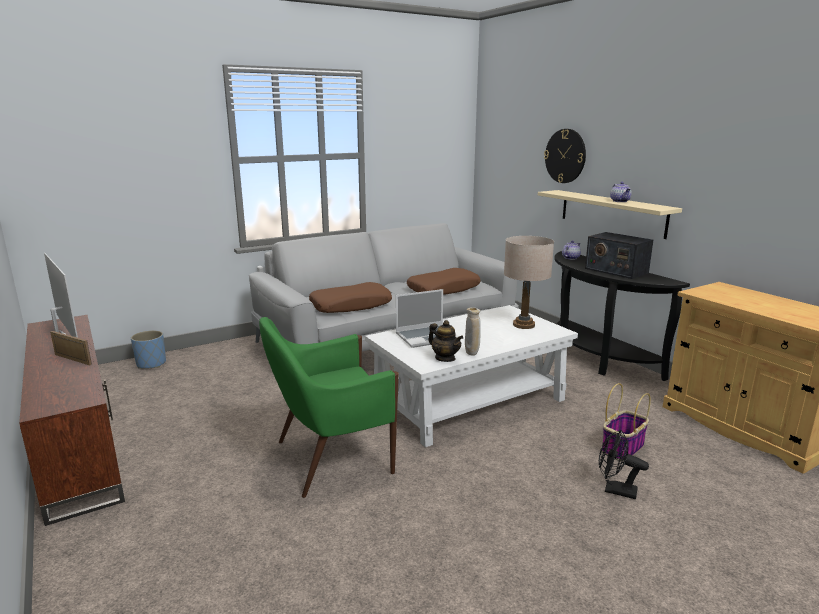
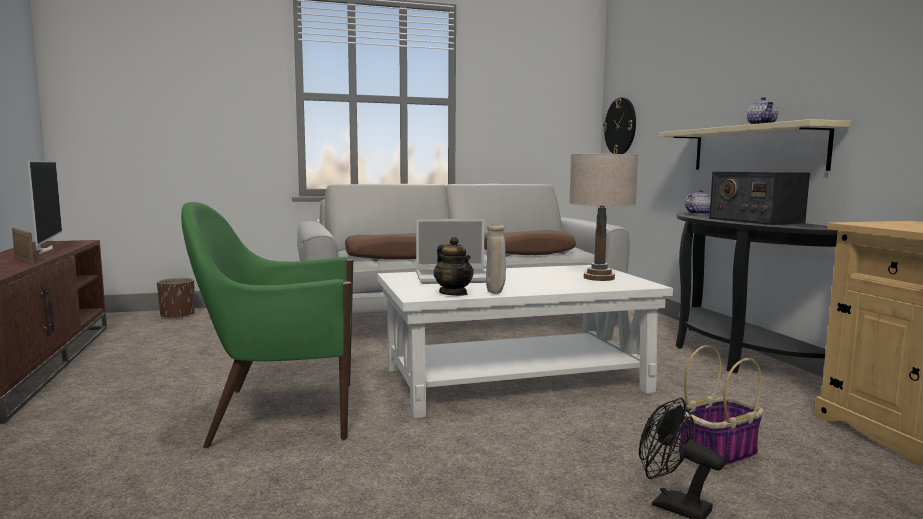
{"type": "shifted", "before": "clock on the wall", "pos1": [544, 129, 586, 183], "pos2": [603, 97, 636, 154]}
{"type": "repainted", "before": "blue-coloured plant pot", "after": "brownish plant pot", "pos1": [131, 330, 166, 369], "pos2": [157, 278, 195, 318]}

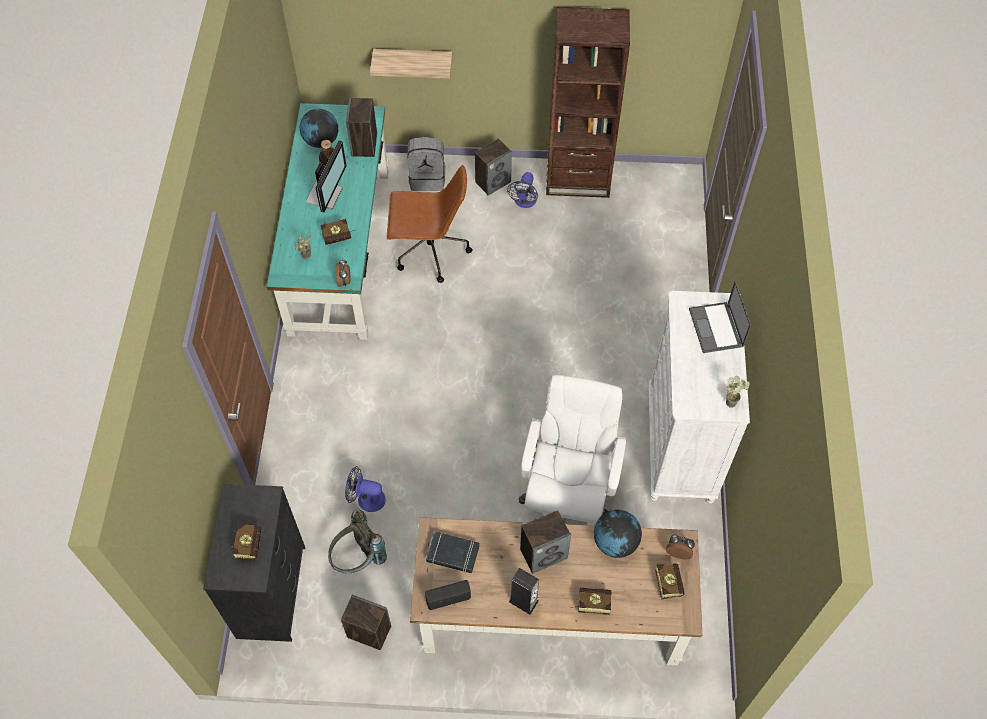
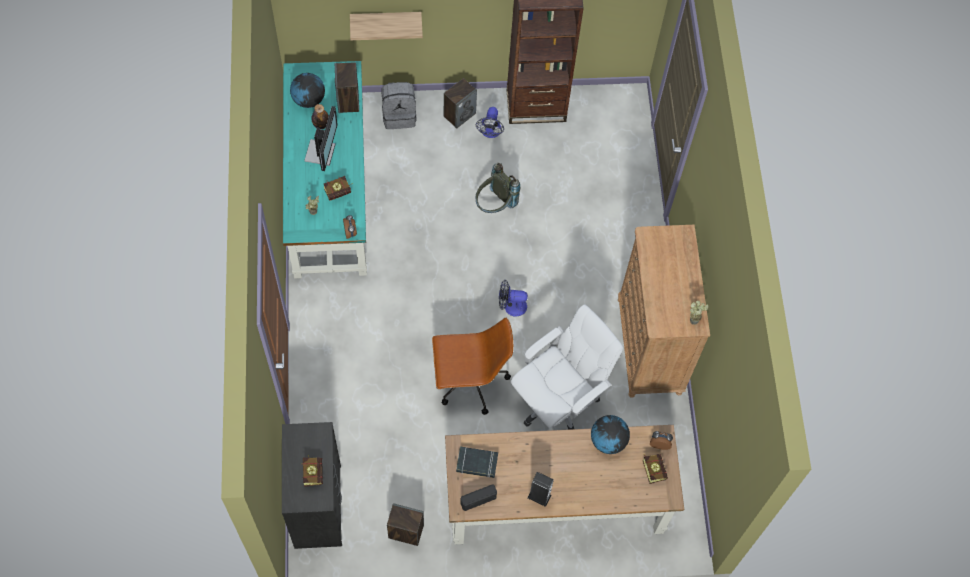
{"type": "shifted", "before": "brownish desk chair", "pos1": [387, 165, 472, 283], "pos2": [432, 318, 513, 415]}
{"type": "gone", "before": "laptop", "pos1": [689, 281, 751, 353]}
{"type": "repainted", "before": "white chest of drawers", "after": "brownish chest of drawers", "pos1": [648, 291, 750, 503], "pos2": [618, 225, 710, 398]}
{"type": "rotated", "before": "white desk chair", "pos1": [519, 375, 627, 523], "pos2": [511, 304, 623, 430], "turn": 45}
{"type": "shifted", "before": "cooling fan", "pos1": [345, 466, 386, 512], "pos2": [499, 280, 528, 316]}
{"type": "shifted", "before": "grey backpack", "pos1": [328, 509, 387, 573], "pos2": [475, 163, 520, 213]}
{"type": "gone", "before": "speaker", "pos1": [520, 510, 571, 574]}
{"type": "gone", "before": "book", "pos1": [570, 588, 612, 615]}

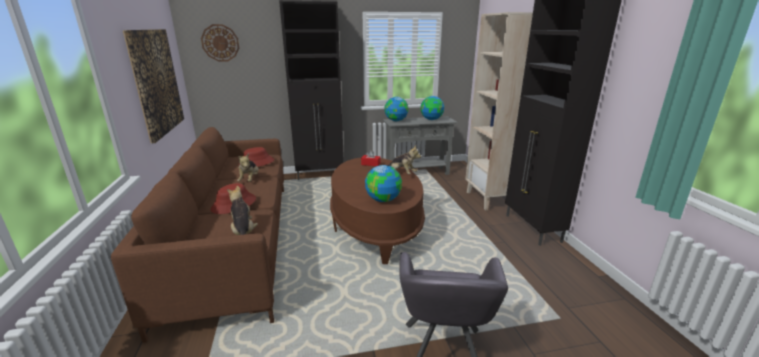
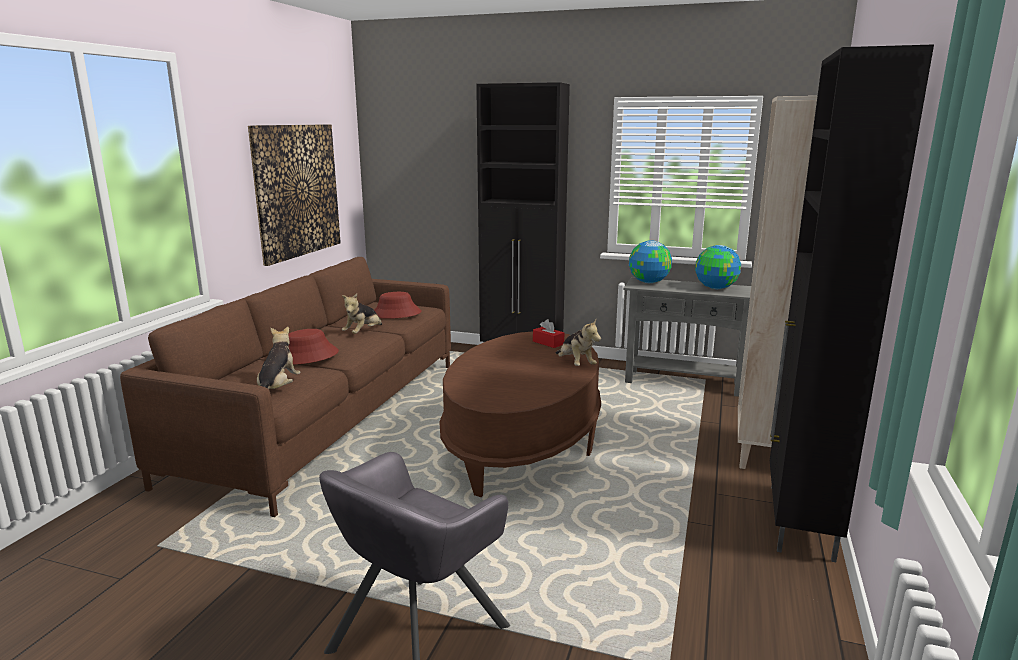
{"type": "gone", "before": "clock on the wall", "pos1": [201, 24, 239, 62]}
{"type": "gone", "before": "world globe", "pos1": [365, 165, 402, 202]}

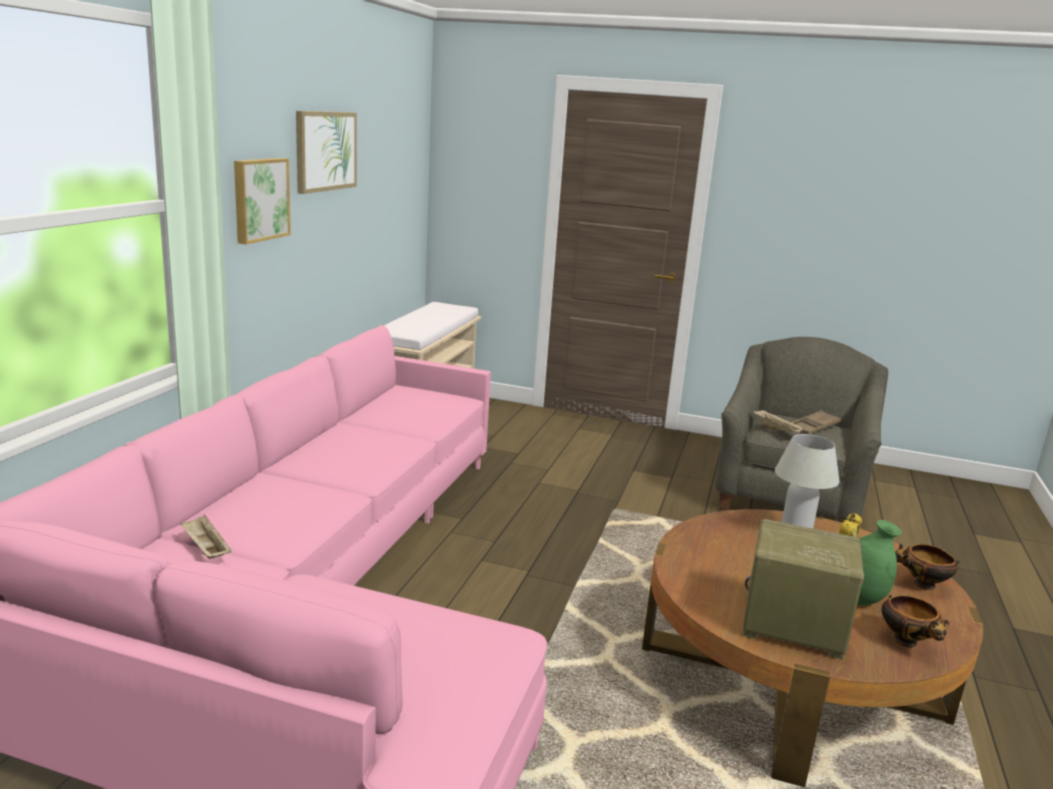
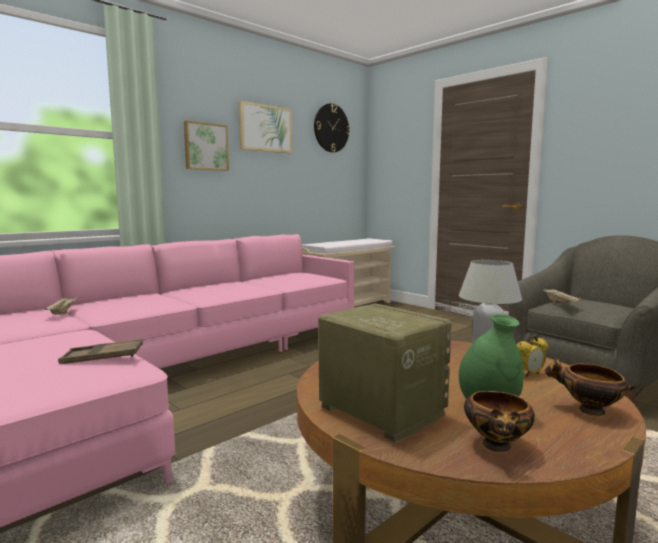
{"type": "shifted", "before": "brownish carrying tray", "pos1": [791, 410, 841, 434], "pos2": [58, 339, 143, 364]}
{"type": "new", "after": "clock on the wall", "pos2": [314, 103, 350, 152]}

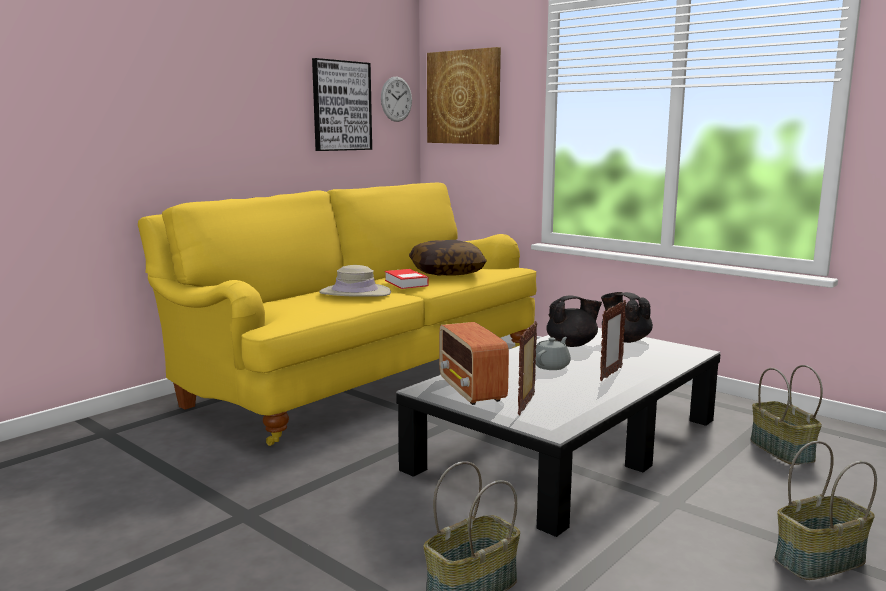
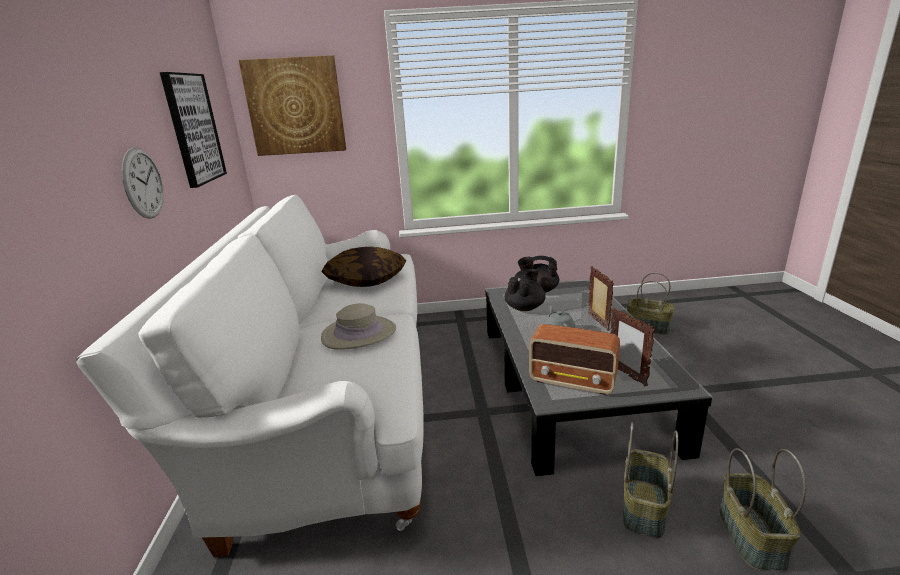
{"type": "shifted", "before": "clock on the wall", "pos1": [381, 77, 412, 122], "pos2": [122, 148, 164, 219]}
{"type": "repainted", "before": "yellow settee", "after": "white settee", "pos1": [138, 182, 537, 446], "pos2": [76, 195, 424, 557]}
{"type": "gone", "before": "book", "pos1": [385, 269, 428, 289]}
{"type": "shifted", "before": "basket", "pos1": [774, 441, 877, 580], "pos2": [623, 422, 678, 539]}

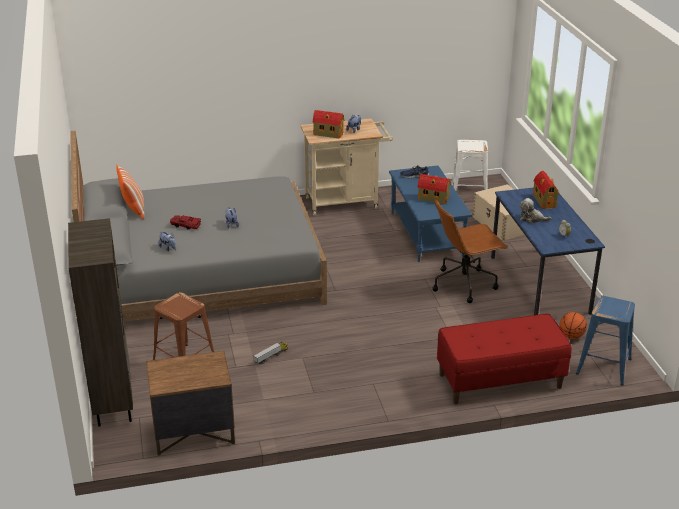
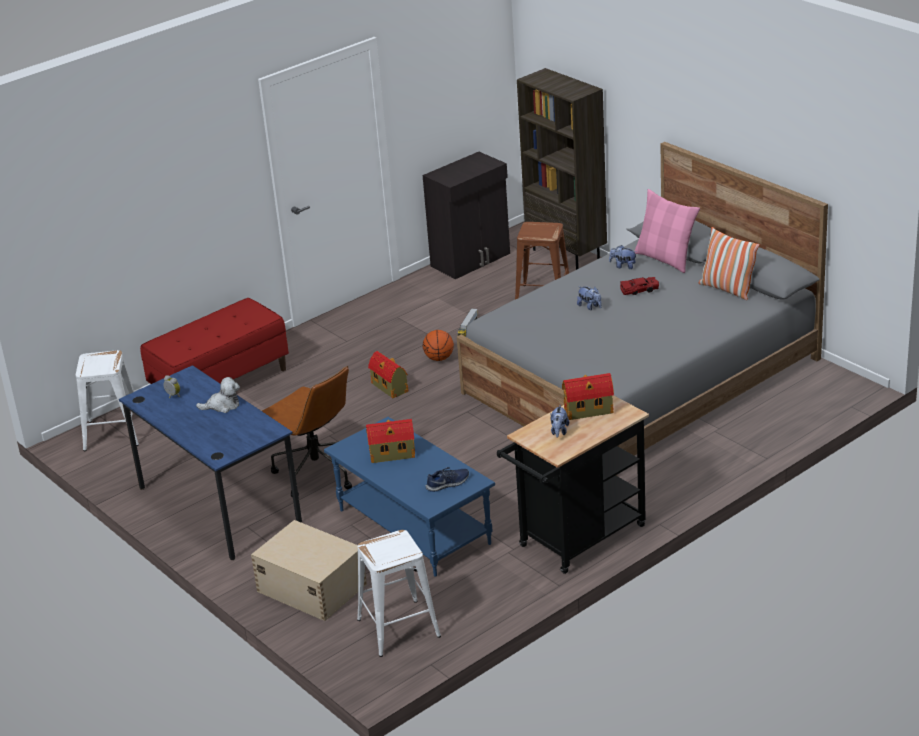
{"type": "repainted", "before": "beige-coloured trolley", "after": "blackish trolley", "pos1": [301, 118, 393, 216], "pos2": [497, 395, 649, 574]}
{"type": "shifted", "before": "miniature house", "pos1": [533, 171, 559, 209], "pos2": [368, 351, 408, 398]}
{"type": "rotated", "before": "brownish desk chair", "pos1": [432, 199, 508, 303], "pos2": [262, 366, 352, 498], "turn": 90}
{"type": "repainted", "before": "blue-coloured sitting stool", "after": "white sitting stool", "pos1": [576, 295, 635, 386], "pos2": [76, 350, 139, 451]}
{"type": "shifted", "before": "ball for basketball", "pos1": [560, 312, 587, 339], "pos2": [423, 330, 454, 361]}
{"type": "swapped", "before": "brownish bedside table", "after": "blackish storage cabinet", "pos1": [146, 351, 235, 456], "pos2": [423, 152, 510, 279]}
{"type": "new", "after": "pink-coloured pillow", "pos2": [634, 189, 700, 273]}

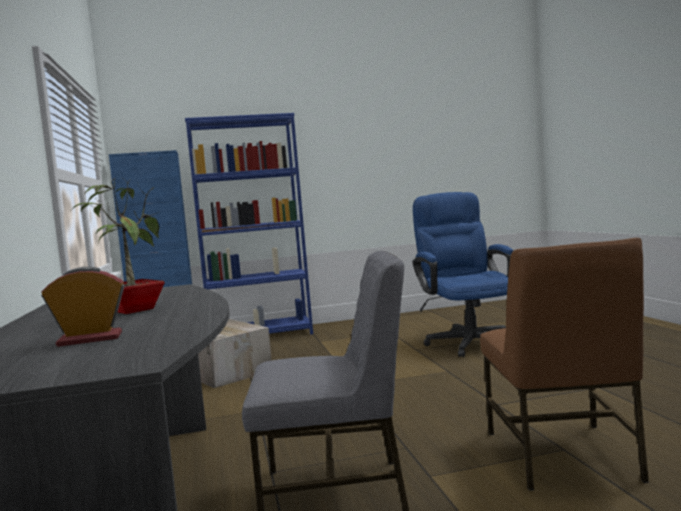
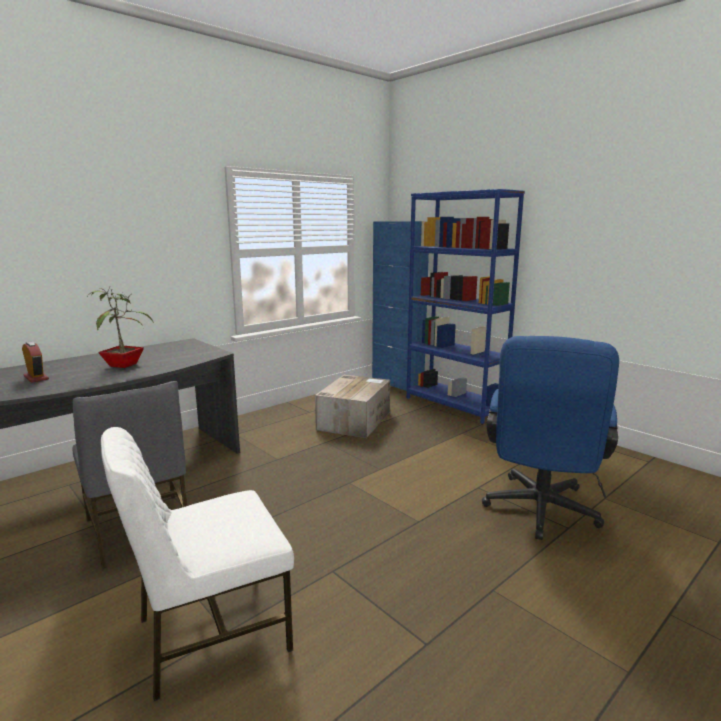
{"type": "rotated", "before": "blue-coloured desk chair", "pos1": [413, 192, 513, 357], "pos2": [482, 336, 619, 540], "turn": 150}
{"type": "repainted", "before": "brownish chair", "after": "white chair", "pos1": [480, 238, 649, 491], "pos2": [101, 427, 294, 701]}

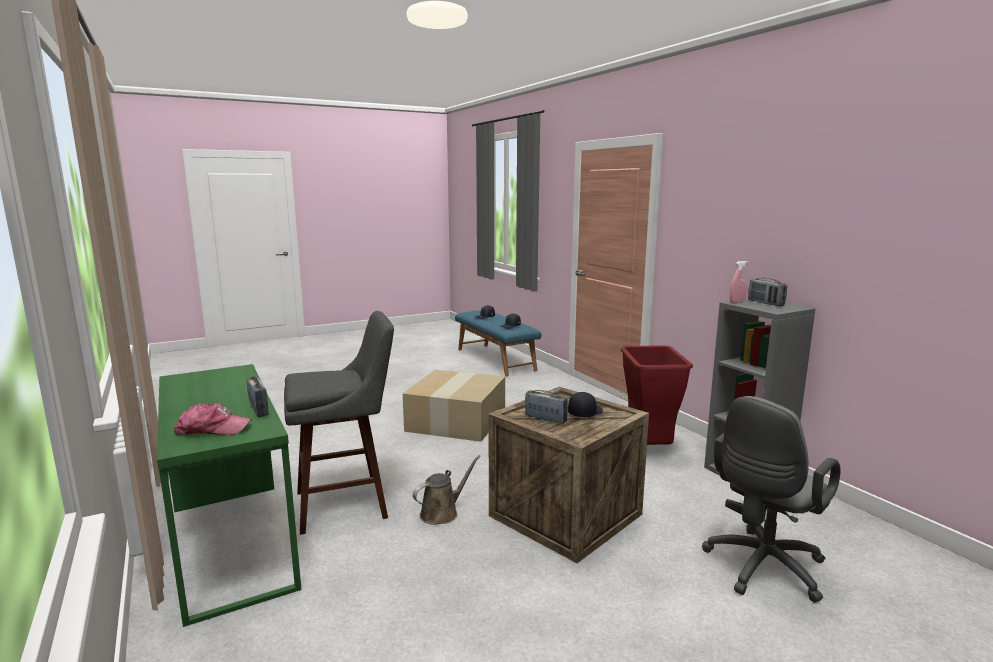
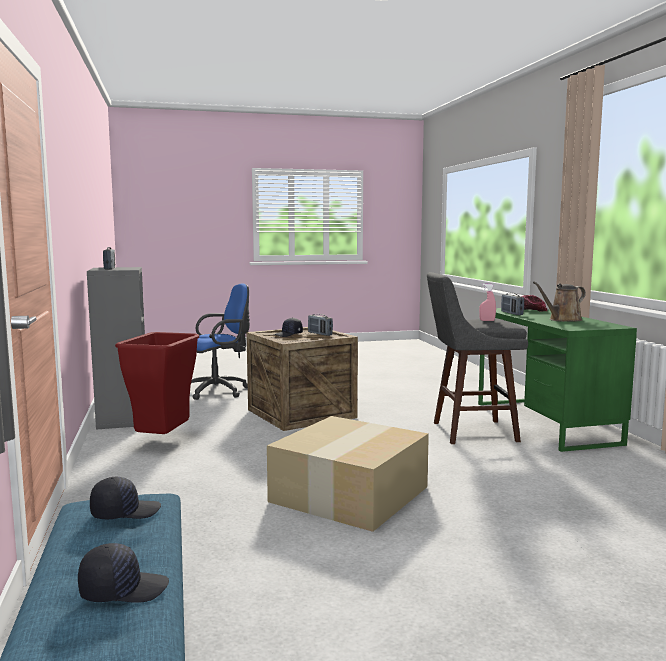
{"type": "shifted", "before": "pink-coloured hand sprayer", "pos1": [730, 261, 748, 303], "pos2": [479, 284, 496, 321]}
{"type": "repainted", "before": "grey desk chair", "after": "blue-coloured desk chair", "pos1": [702, 396, 840, 603], "pos2": [191, 284, 250, 400]}
{"type": "shifted", "before": "brownish sprinkling can", "pos1": [413, 455, 481, 525], "pos2": [533, 282, 586, 322]}

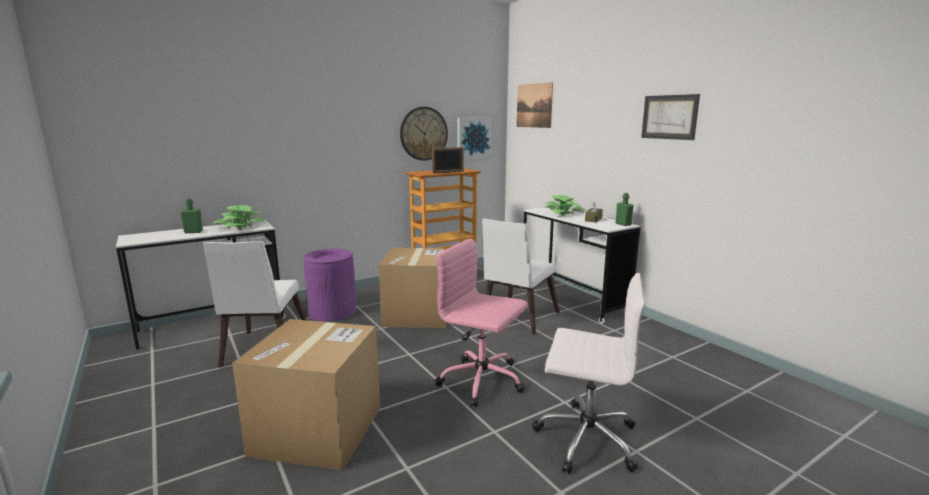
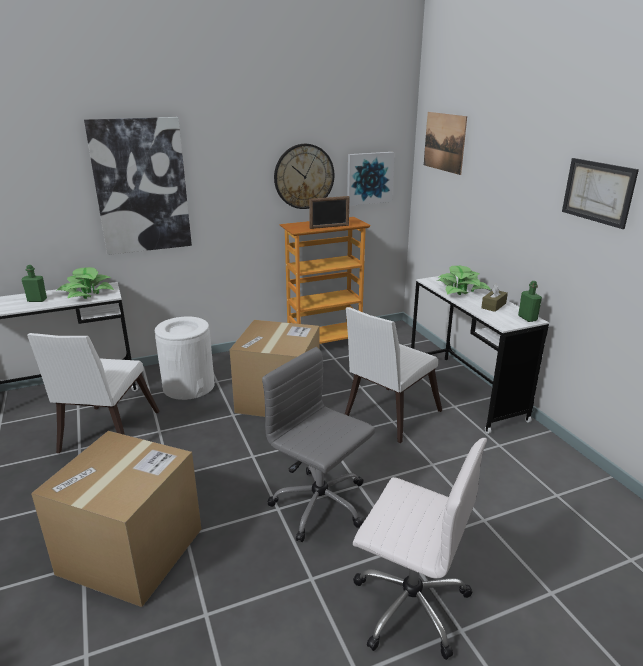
{"type": "repainted", "before": "pink-coloured desk chair", "after": "grey desk chair", "pos1": [435, 238, 528, 407], "pos2": [262, 347, 375, 542]}
{"type": "repainted", "before": "purplish trash can", "after": "white trash can", "pos1": [304, 249, 356, 321], "pos2": [155, 316, 215, 400]}
{"type": "new", "after": "wall picture", "pos2": [84, 117, 192, 255]}

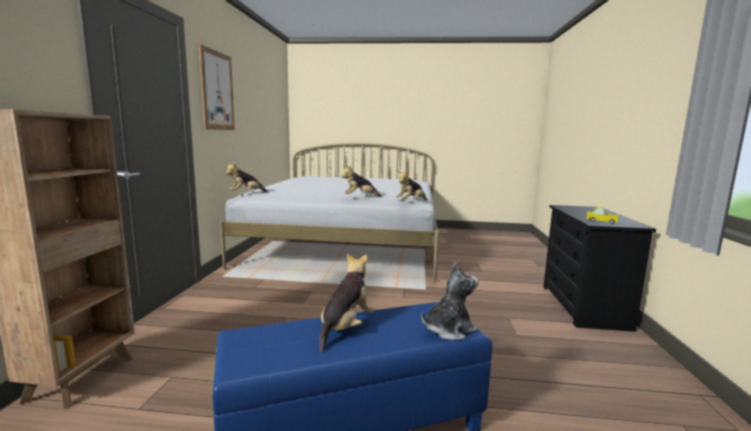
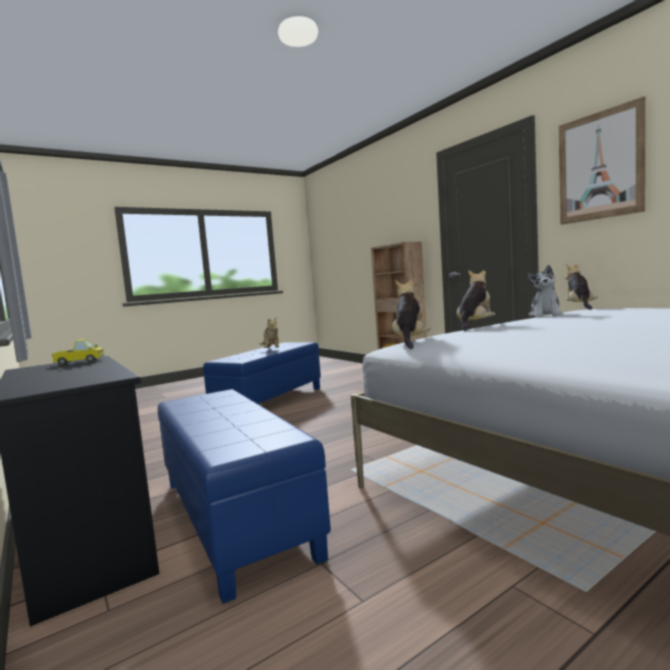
{"type": "shifted", "before": "soft toy", "pos1": [421, 261, 479, 340], "pos2": [528, 265, 563, 317]}
{"type": "new", "after": "blue-coloured pouffe", "pos2": [158, 389, 331, 604]}

